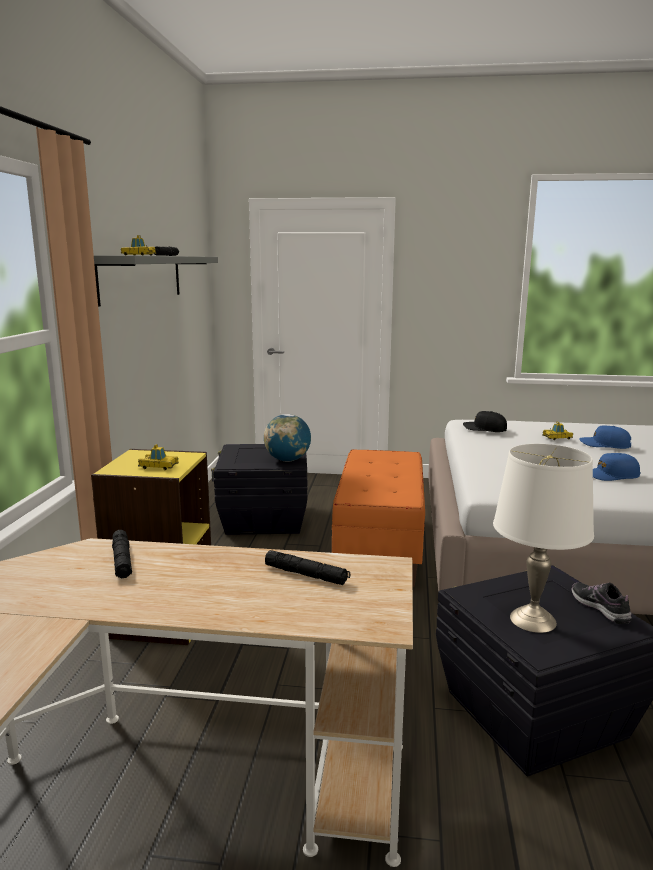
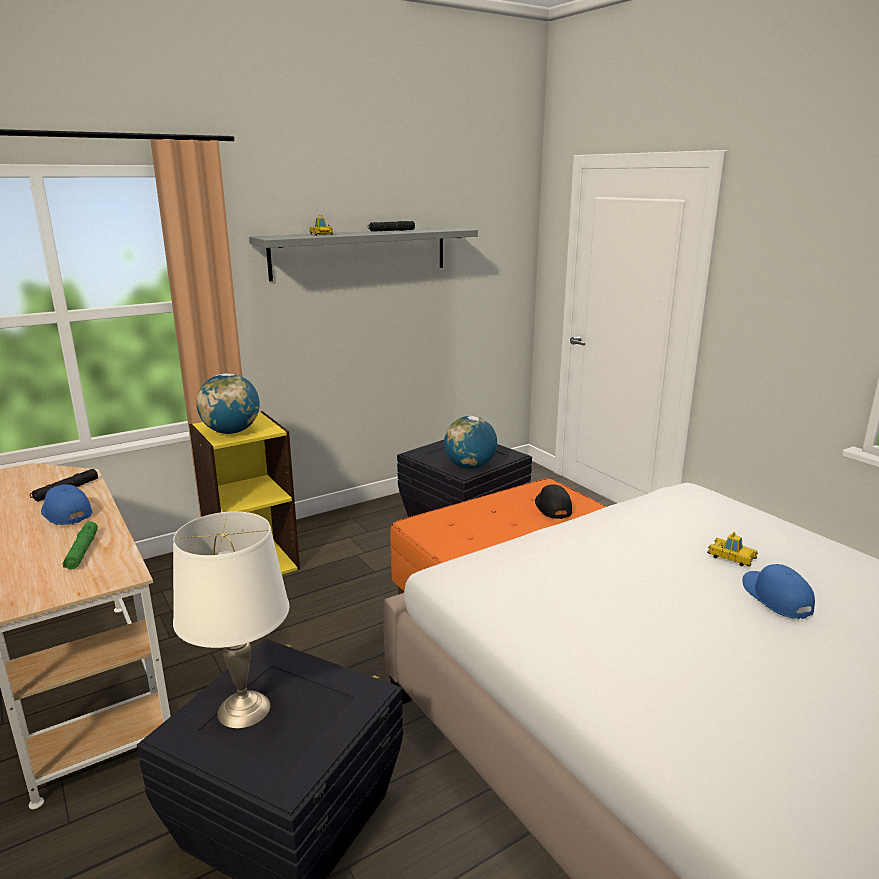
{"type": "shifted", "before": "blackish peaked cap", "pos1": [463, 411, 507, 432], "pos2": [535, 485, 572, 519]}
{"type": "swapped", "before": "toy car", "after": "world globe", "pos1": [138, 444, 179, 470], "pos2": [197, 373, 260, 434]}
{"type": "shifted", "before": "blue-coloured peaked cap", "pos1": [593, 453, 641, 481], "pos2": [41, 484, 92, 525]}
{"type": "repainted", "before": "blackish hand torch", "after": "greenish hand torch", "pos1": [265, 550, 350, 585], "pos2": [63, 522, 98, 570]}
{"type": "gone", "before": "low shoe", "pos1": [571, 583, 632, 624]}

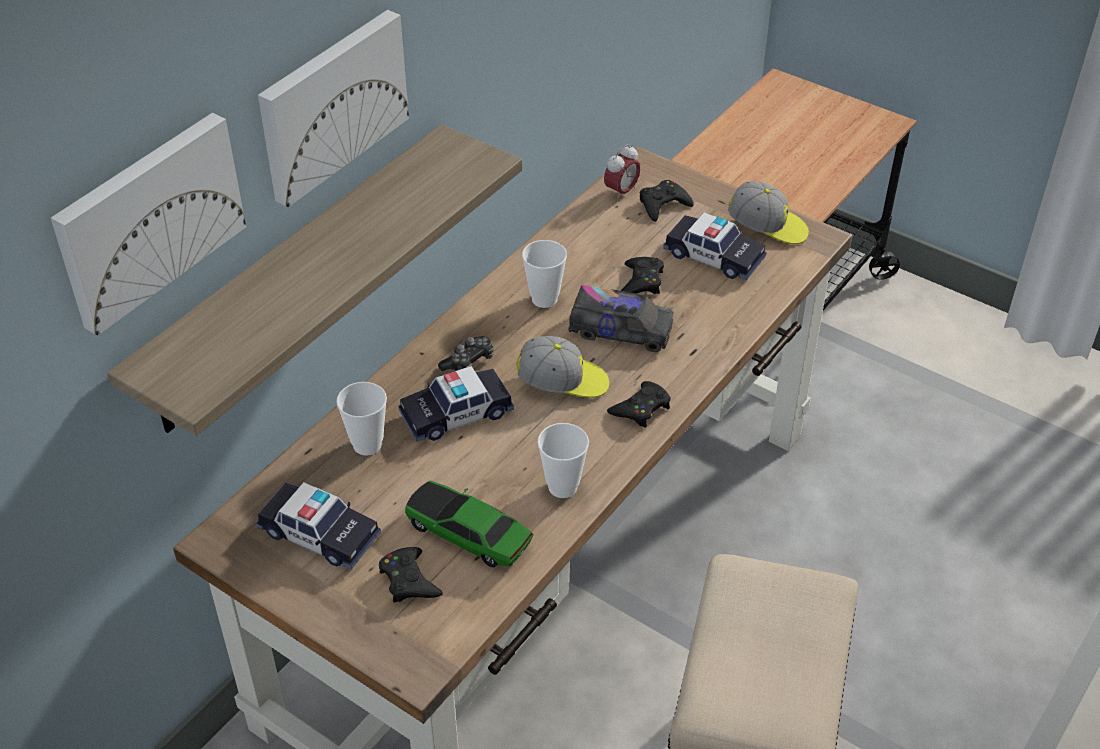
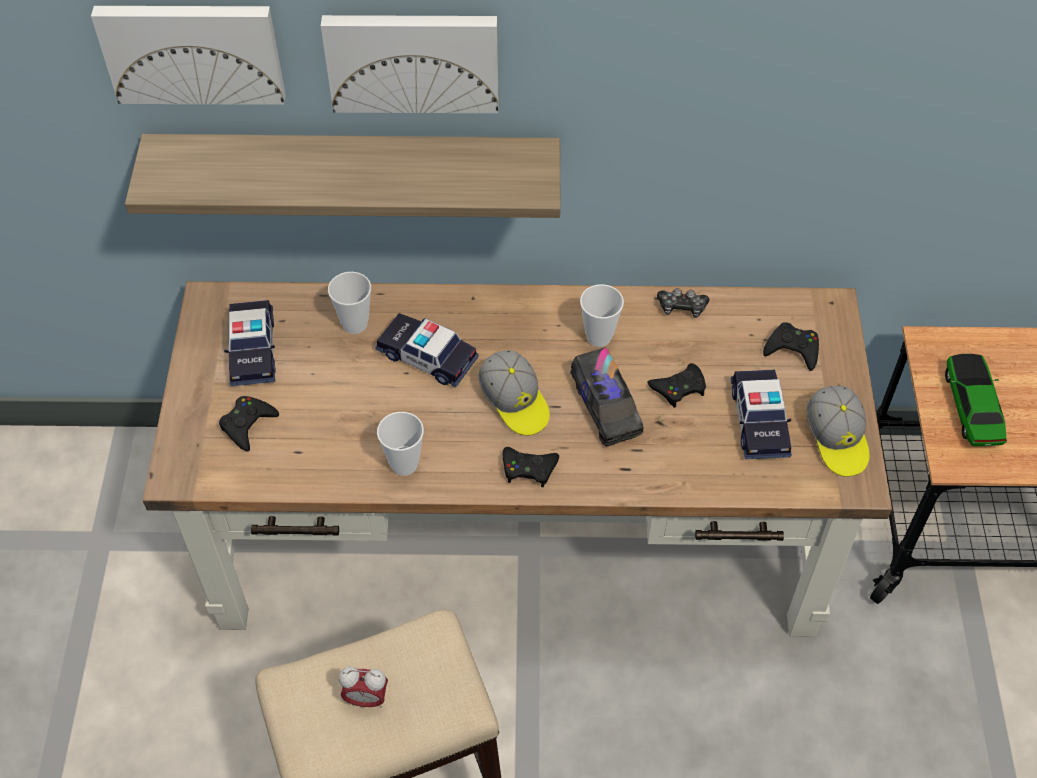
{"type": "shifted", "before": "bedside clock", "pos1": [604, 144, 640, 201], "pos2": [339, 667, 388, 708]}
{"type": "shifted", "before": "game controller", "pos1": [438, 336, 494, 371], "pos2": [657, 288, 709, 318]}
{"type": "shifted", "before": "toy car", "pos1": [405, 480, 533, 567], "pos2": [945, 354, 1007, 447]}

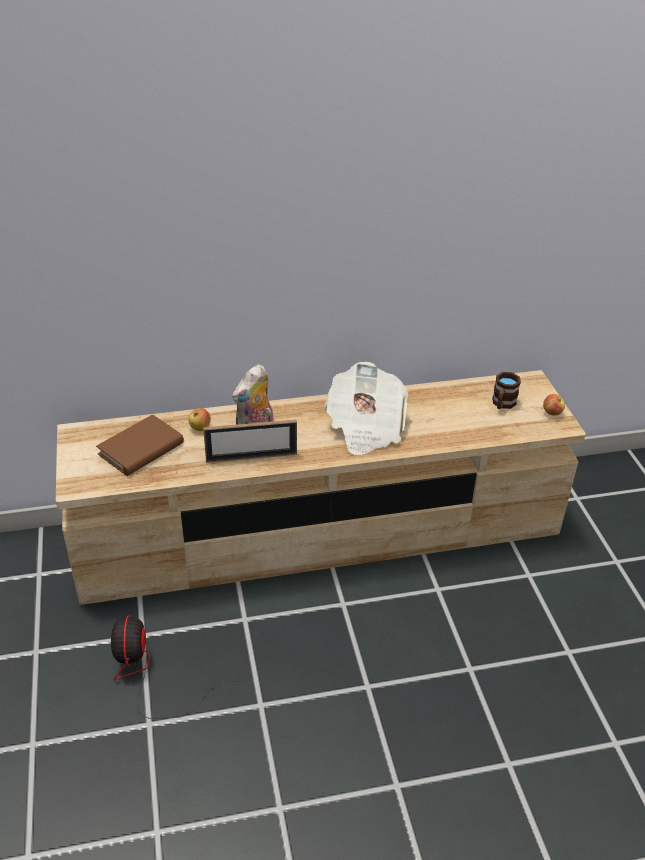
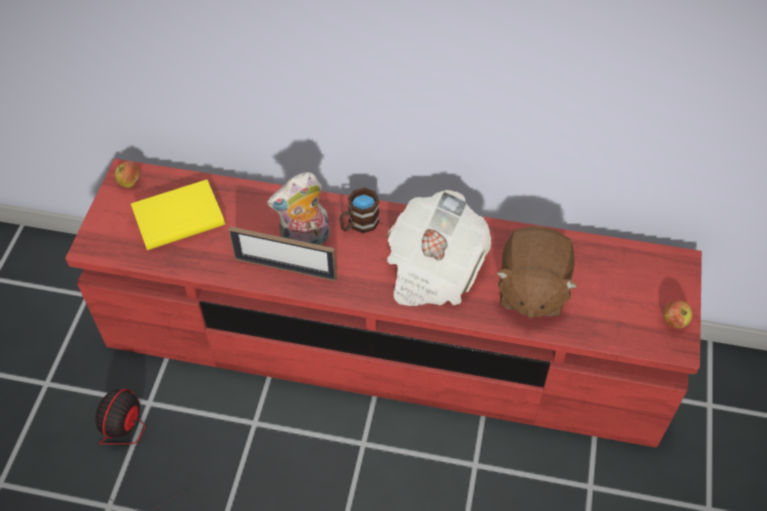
{"type": "repainted", "before": "beige-coloured tv stand", "after": "red tv stand", "pos1": [56, 370, 586, 605], "pos2": [65, 159, 702, 447]}
{"type": "shifted", "before": "brownish tea mug", "pos1": [492, 372, 521, 409], "pos2": [340, 188, 379, 233]}
{"type": "shifted", "before": "apple fruit", "pos1": [188, 408, 211, 431], "pos2": [114, 161, 140, 188]}
{"type": "repainted", "before": "brownish book", "after": "yellow book", "pos1": [96, 414, 184, 476], "pos2": [131, 180, 225, 250]}
{"type": "new", "after": "brownish soft toy", "pos2": [496, 226, 577, 318]}

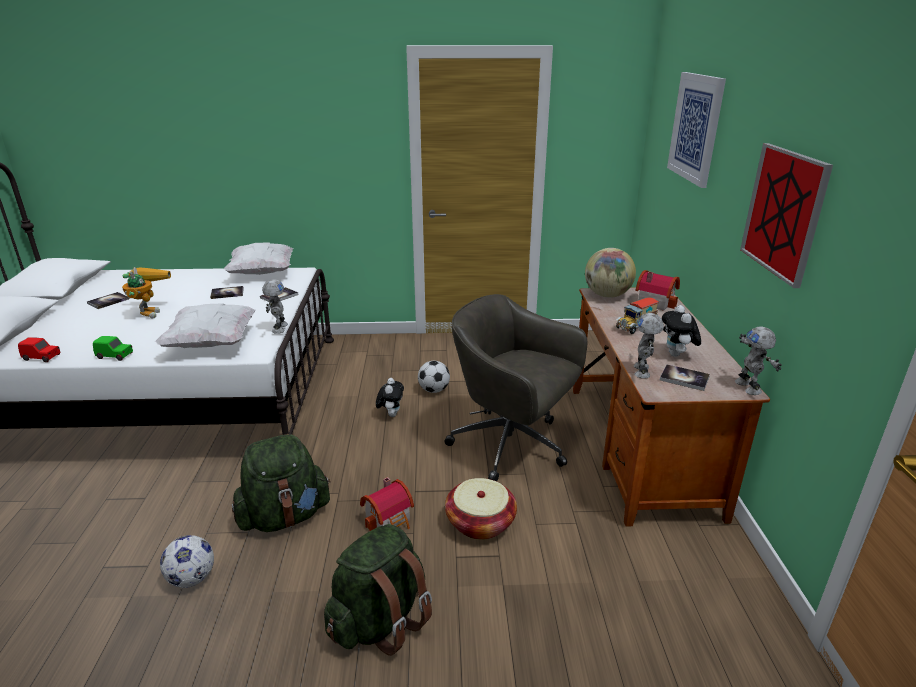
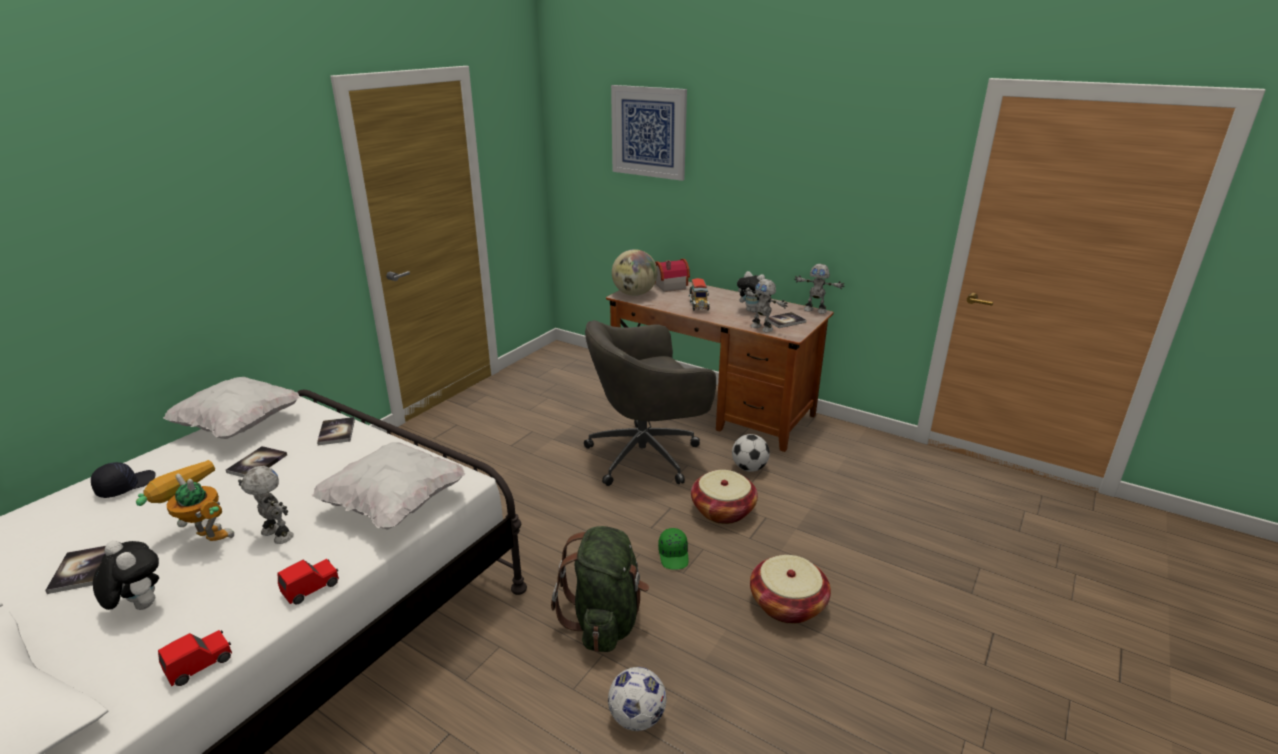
{"type": "gone", "before": "wall picture", "pos1": [740, 143, 833, 288]}
{"type": "shifted", "before": "model robot", "pos1": [262, 279, 288, 334], "pos2": [238, 466, 294, 544]}
{"type": "repainted", "before": "greenish toy car", "after": "red toy car", "pos1": [93, 336, 133, 361], "pos2": [278, 559, 339, 604]}
{"type": "shifted", "before": "football ball", "pos1": [418, 361, 450, 393], "pos2": [732, 434, 770, 472]}
{"type": "shifted", "before": "soft toy", "pos1": [376, 378, 404, 417], "pos2": [93, 541, 159, 610]}
{"type": "swapped", "before": "miniature house", "after": "greenish peaked cap", "pos1": [360, 477, 414, 531], "pos2": [658, 528, 689, 570]}
{"type": "swapped", "before": "greenish backpack", "after": "basket", "pos1": [324, 524, 432, 656], "pos2": [750, 555, 831, 624]}
{"type": "new", "after": "blackish peaked cap", "pos2": [91, 462, 156, 498]}

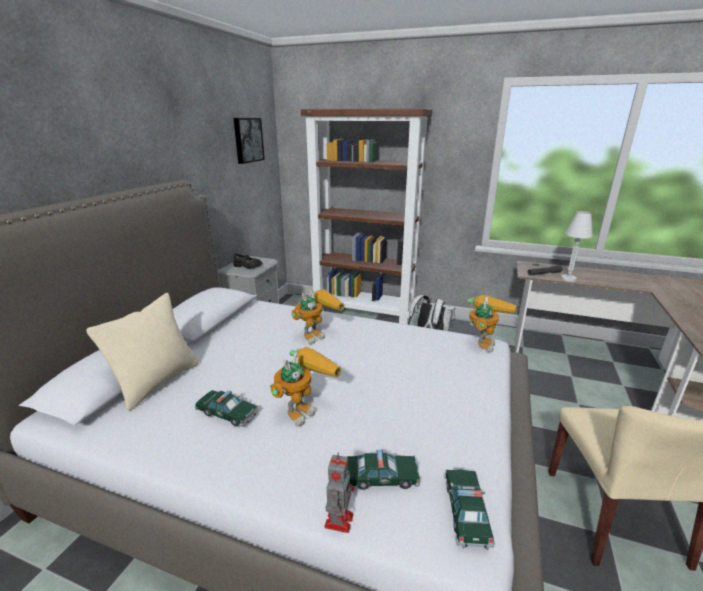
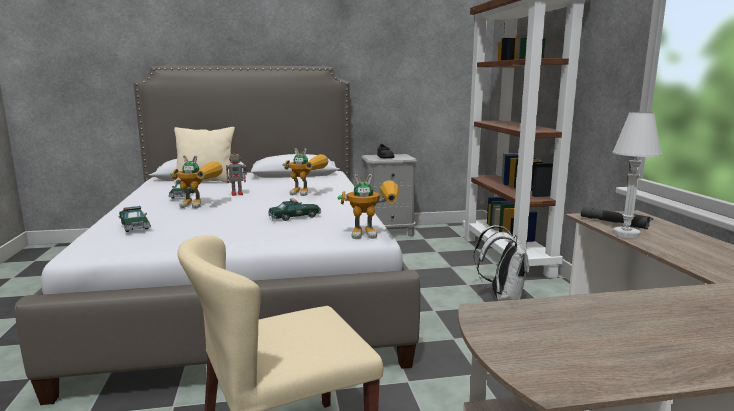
{"type": "gone", "before": "wall picture", "pos1": [233, 118, 265, 164]}
{"type": "shifted", "before": "model robot", "pos1": [325, 452, 354, 533], "pos2": [226, 149, 247, 196]}
{"type": "shifted", "before": "toy car", "pos1": [444, 468, 495, 550], "pos2": [268, 198, 321, 221]}

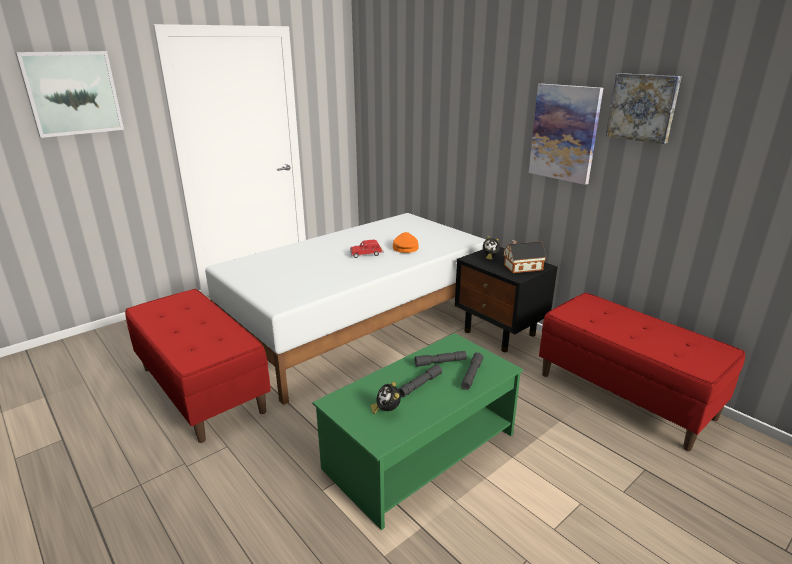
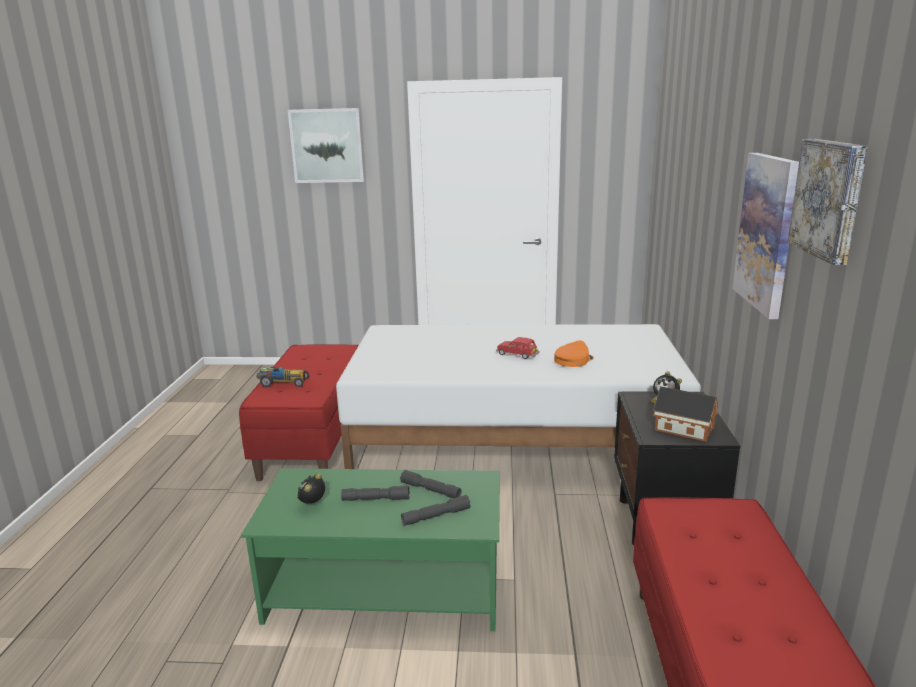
{"type": "new", "after": "toy car", "pos2": [256, 367, 309, 387]}

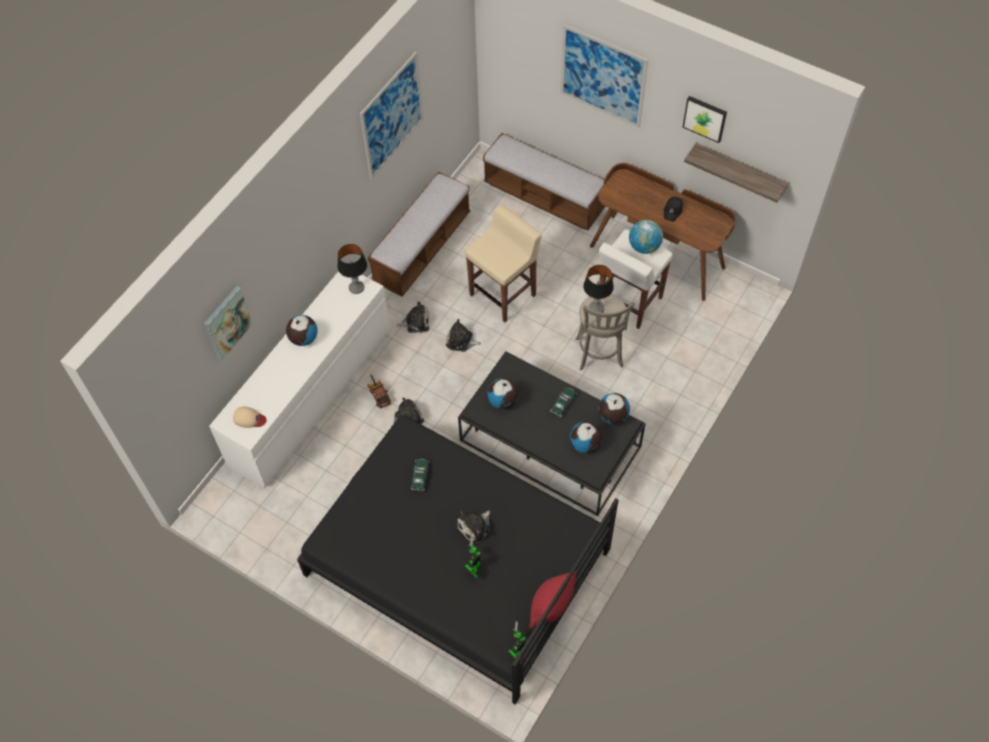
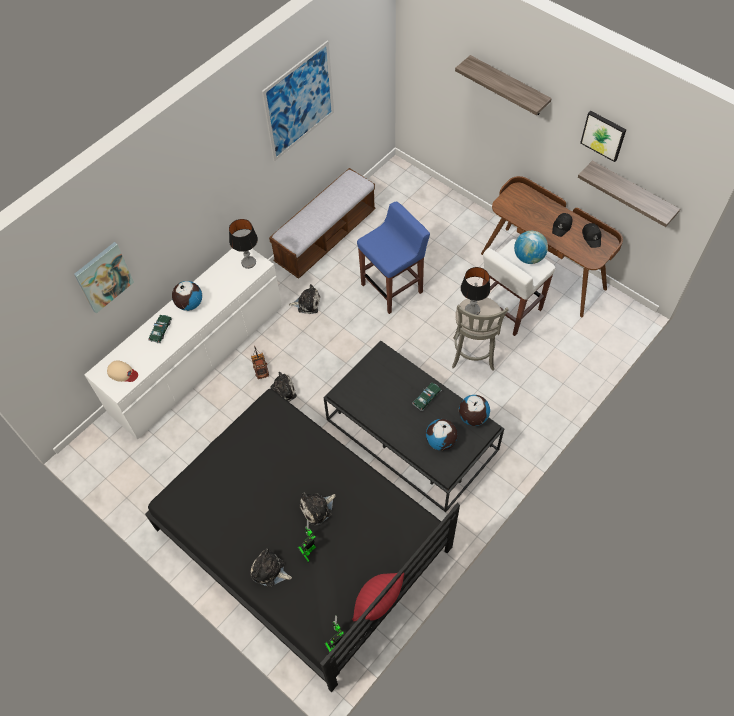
{"type": "swapped", "before": "wall picture", "after": "wall shelf", "pos1": [560, 25, 648, 128], "pos2": [455, 55, 552, 115]}
{"type": "gone", "before": "long seat", "pos1": [483, 133, 606, 230]}
{"type": "repainted", "before": "beige-coloured sitting stool", "after": "blue-coloured sitting stool", "pos1": [465, 205, 542, 322], "pos2": [357, 201, 430, 314]}
{"type": "shifted", "before": "soft toy", "pos1": [446, 319, 481, 352], "pos2": [250, 548, 292, 587]}
{"type": "gone", "before": "world globe", "pos1": [487, 378, 519, 409]}
{"type": "shifted", "before": "toy car", "pos1": [411, 459, 430, 491], "pos2": [148, 315, 172, 344]}
{"type": "new", "after": "blackish peaked cap", "pos2": [582, 223, 601, 248]}

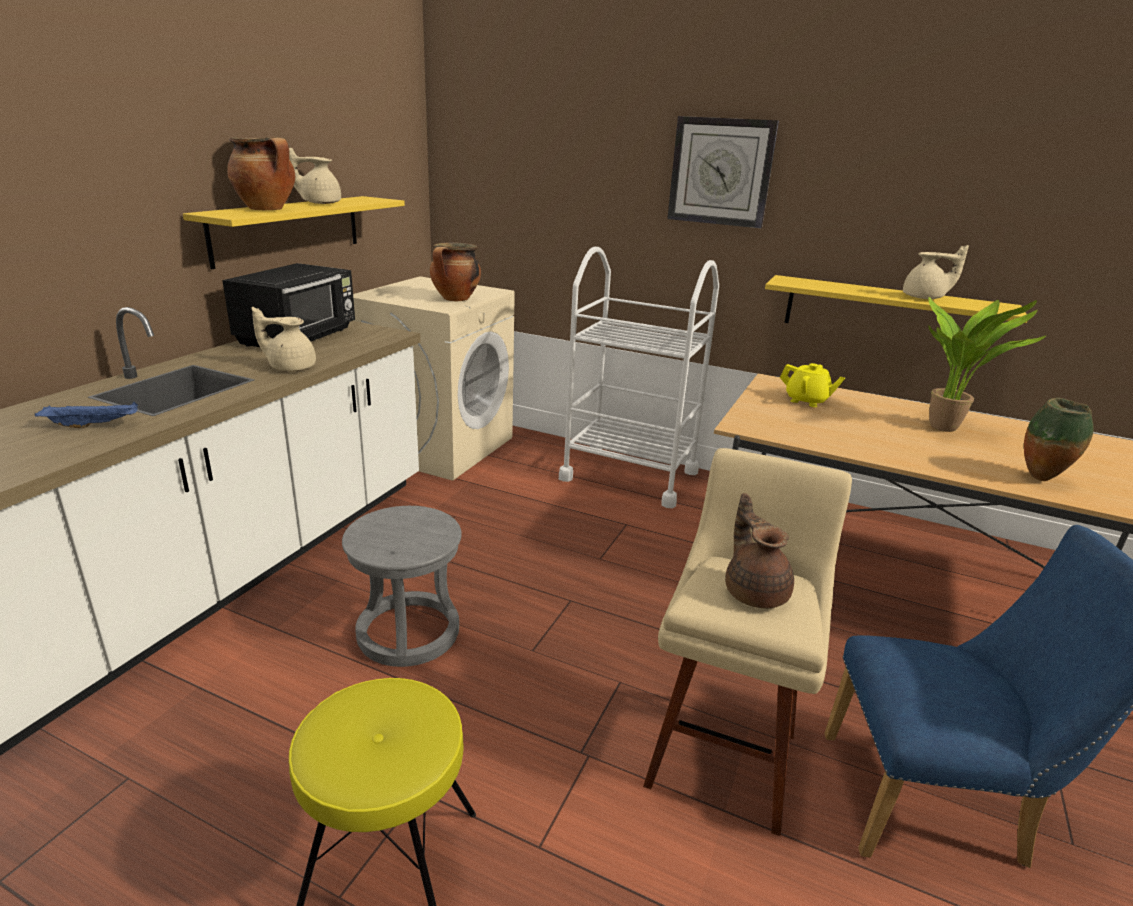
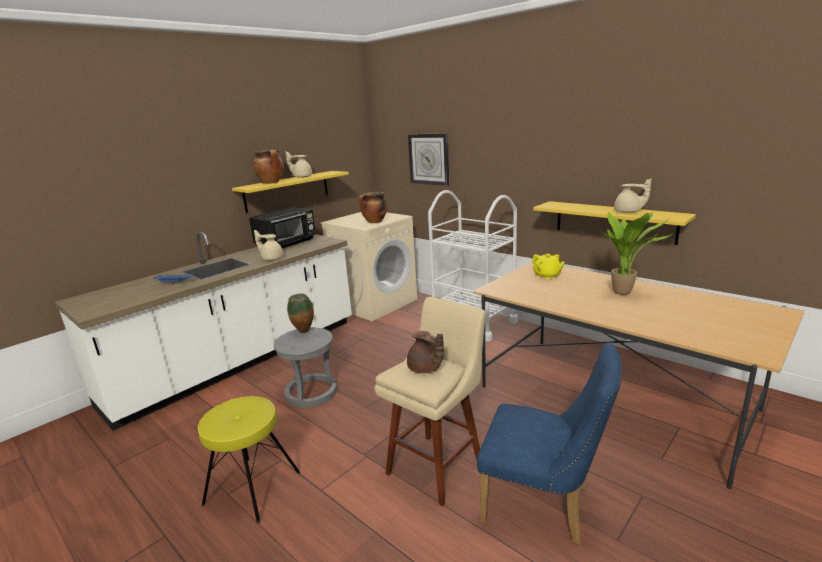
{"type": "shifted", "before": "clock on the wall", "pos1": [667, 116, 779, 228], "pos2": [408, 134, 449, 186]}
{"type": "shifted", "before": "decorative vase", "pos1": [1024, 398, 1094, 481], "pos2": [287, 293, 314, 333]}
{"type": "rotated", "before": "brownish tea pot", "pos1": [725, 493, 794, 608], "pos2": [407, 331, 444, 373], "turn": 135}

